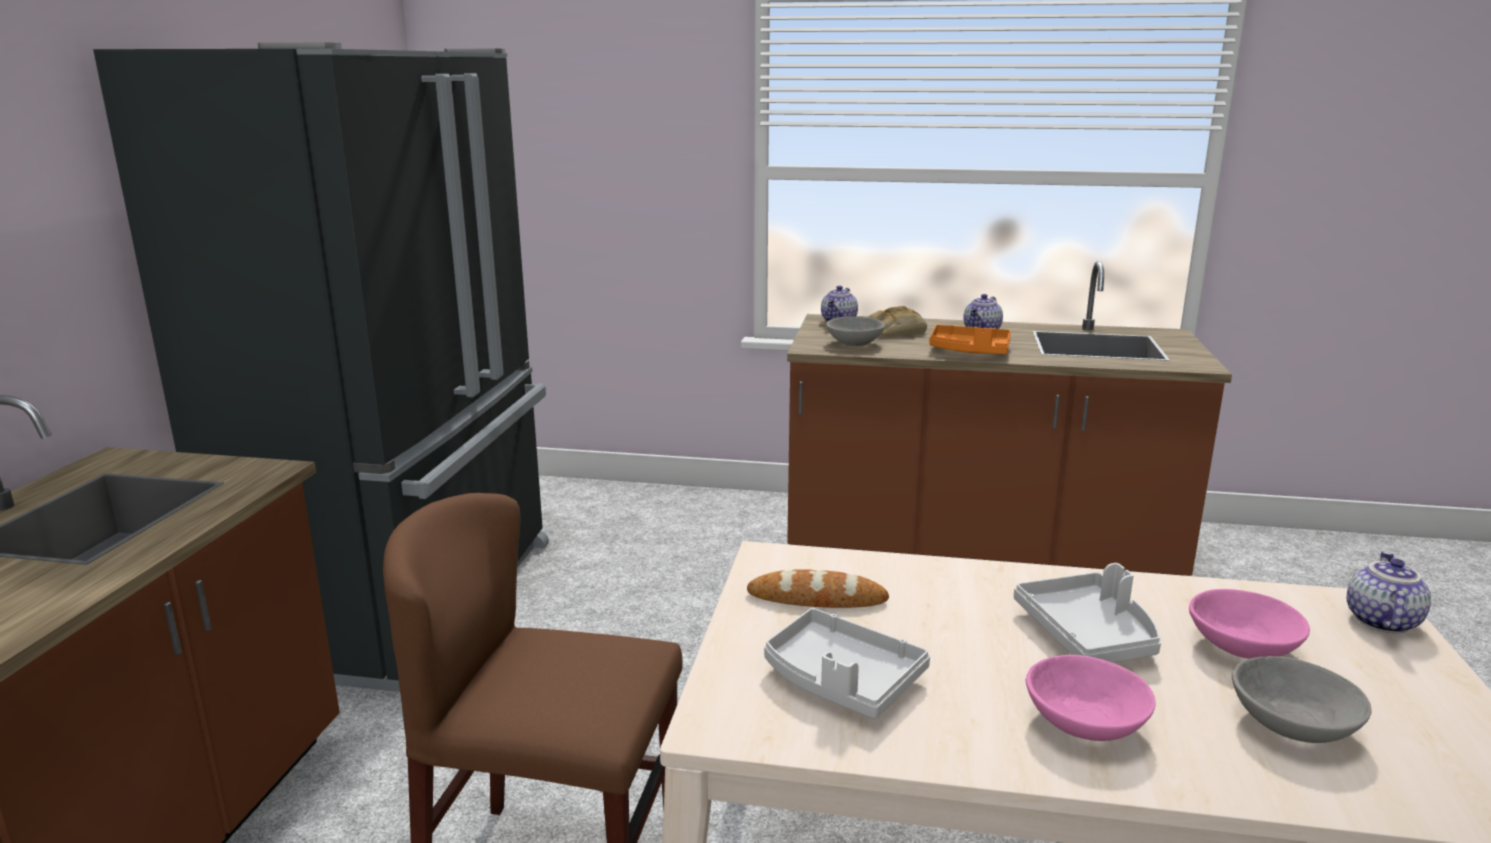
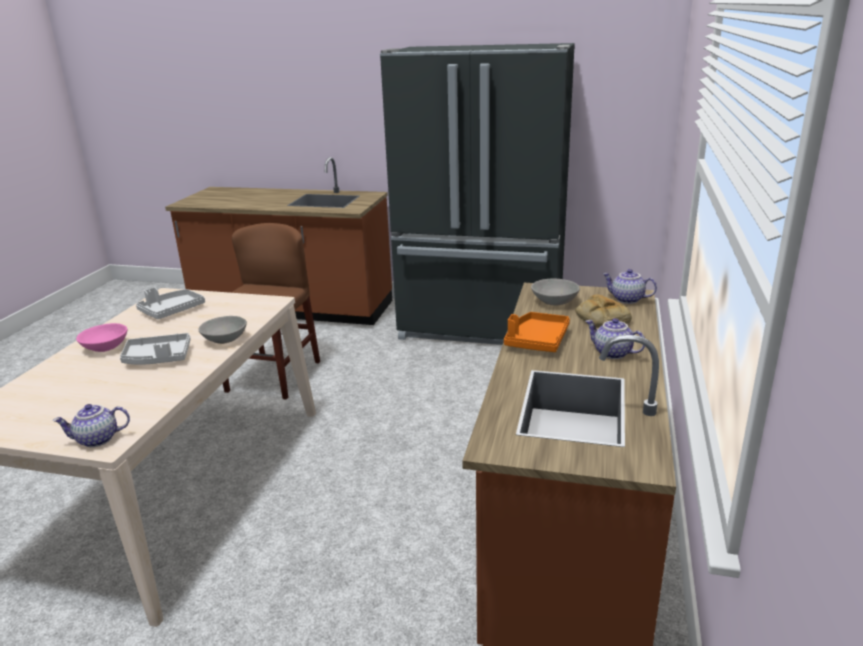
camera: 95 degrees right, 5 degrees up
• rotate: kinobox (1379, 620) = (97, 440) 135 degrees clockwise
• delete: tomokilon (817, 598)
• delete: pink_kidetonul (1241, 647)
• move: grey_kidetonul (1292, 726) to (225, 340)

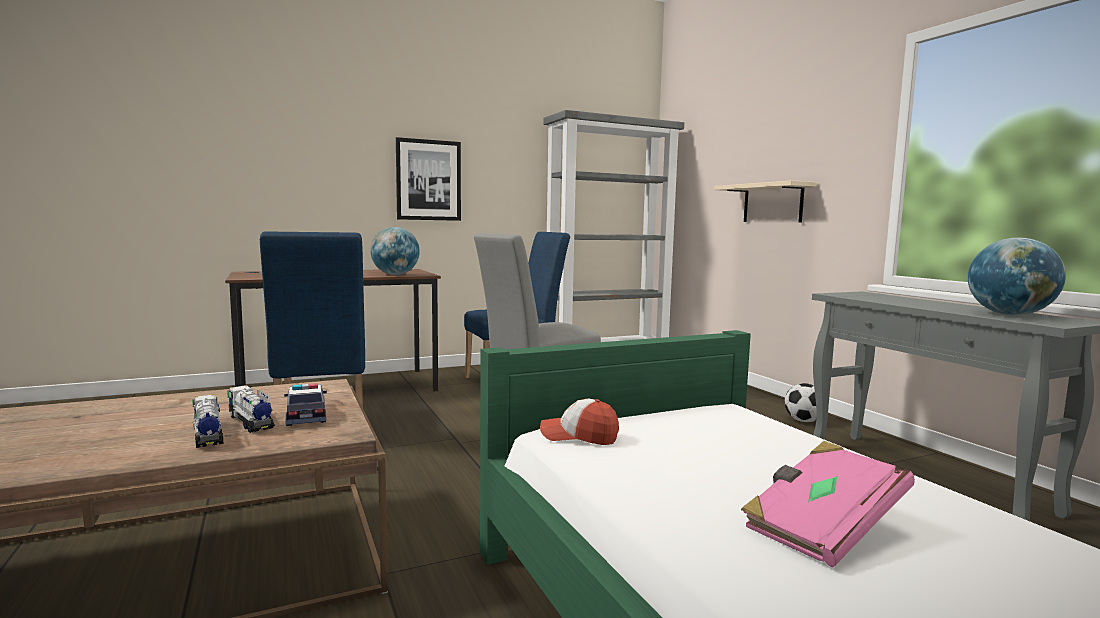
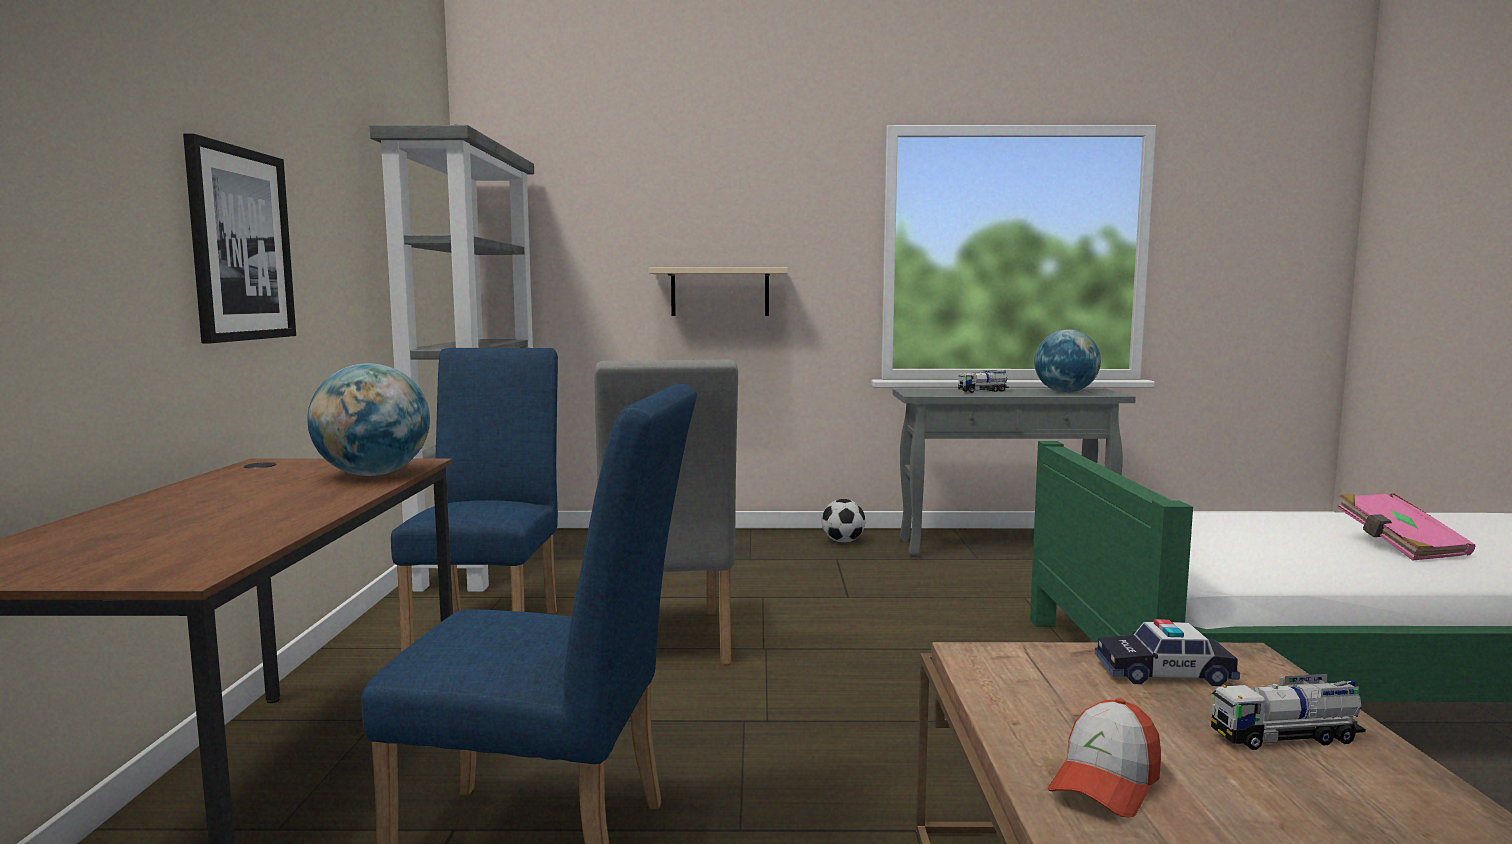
camera: 65 degrees left, 0 degrees up
• move: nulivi (251, 422) to (983, 391)
• move: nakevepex (579, 436) to (1105, 782)

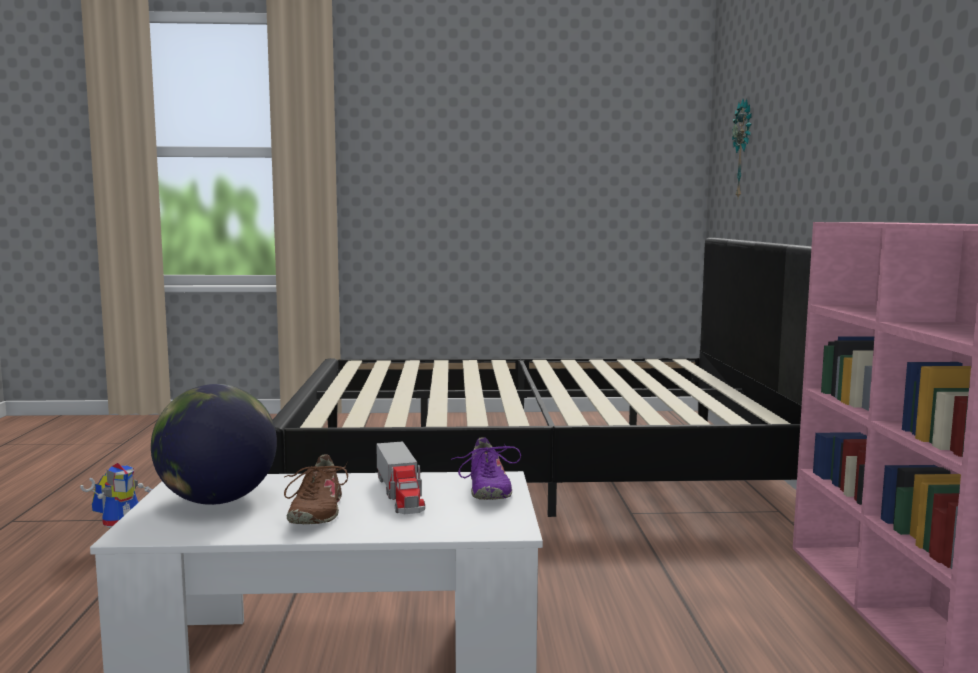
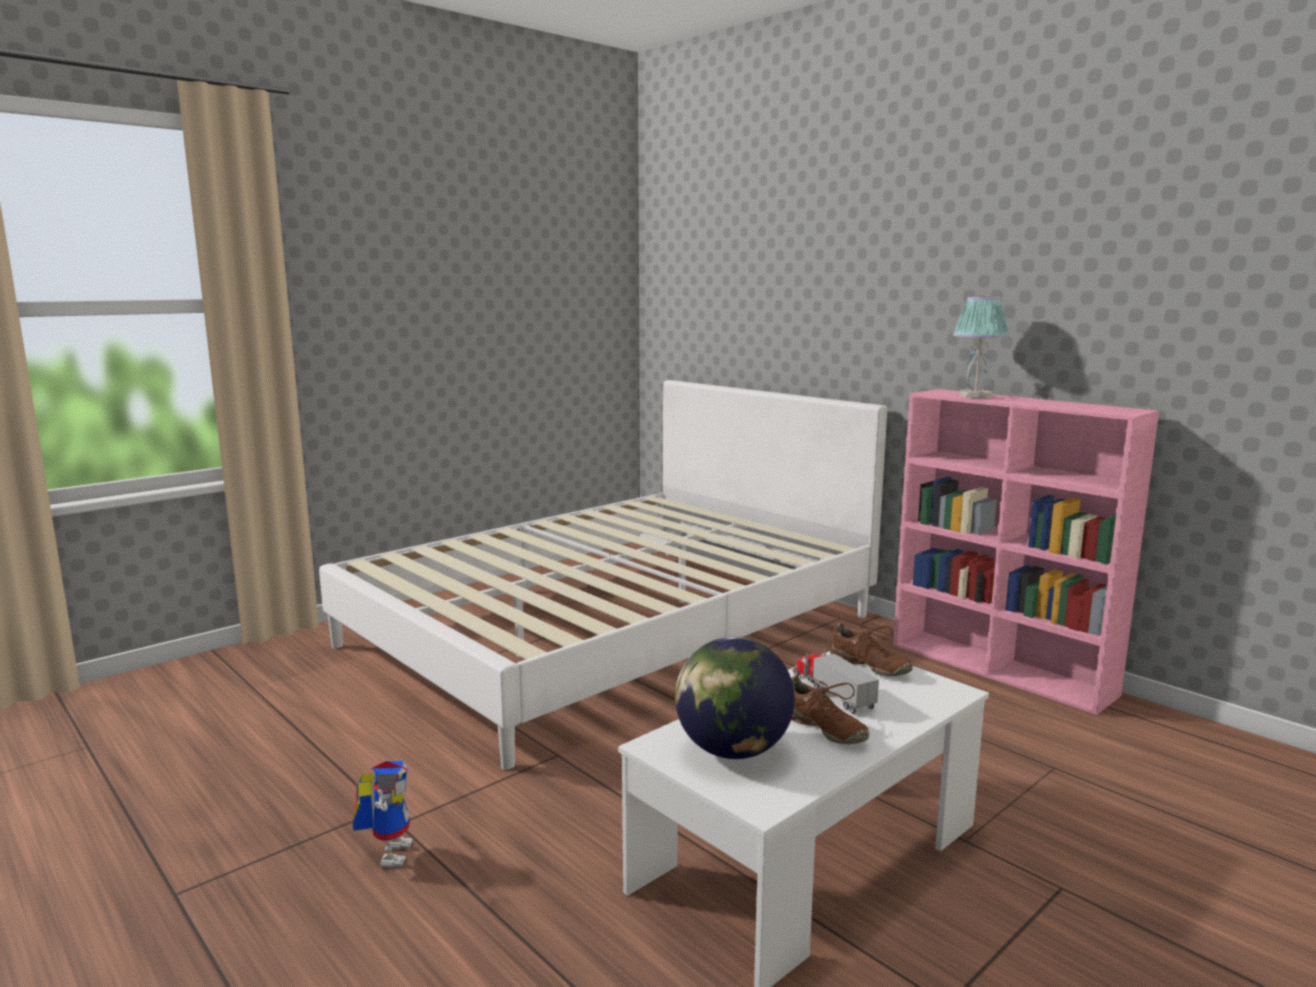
camera: 40 degrees left, 5 degrees up
• delete: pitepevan (744, 149)
• recolor: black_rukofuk (533, 465) to white_rukofuk (613, 630)
• recolor: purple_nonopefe (486, 489) to brown_nonopefe (869, 666)
• rotate: nulivi (400, 494) = (831, 691) 150 degrees counterclockwise
• insert: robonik (975, 396)

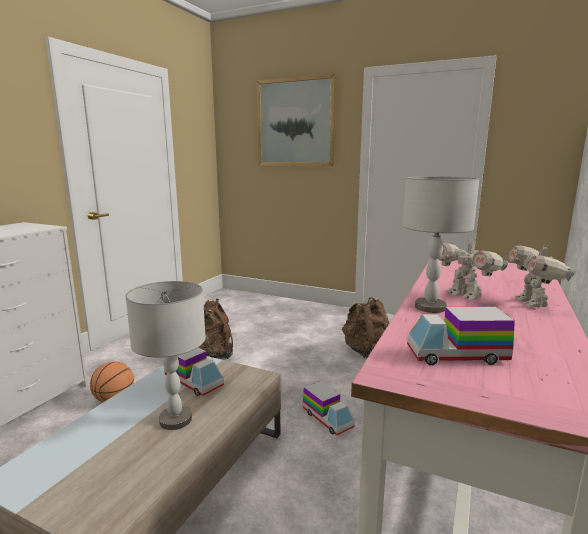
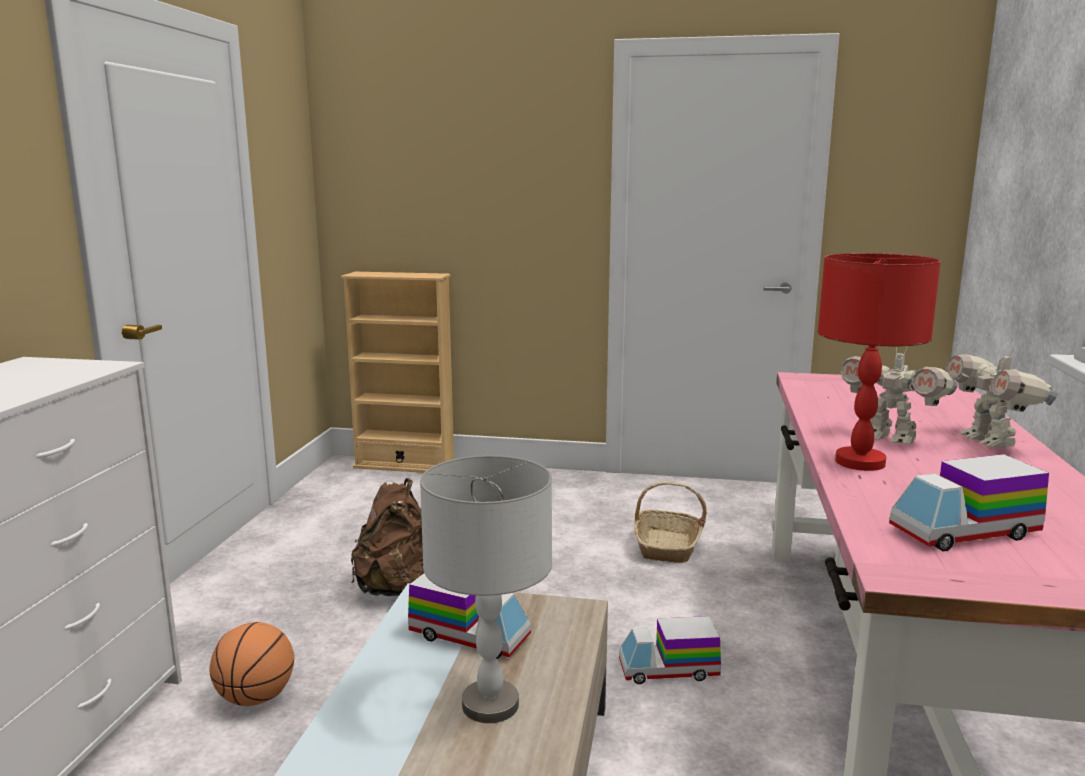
camera: 15 degrees left, 0 degrees up
• delete: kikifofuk (295, 122)
• recolor: grey_robonik (430, 307) to red_robonik (860, 462)
• replace: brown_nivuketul (366, 351) to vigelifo (667, 547)
• rotate: nulivi (327, 419) = (668, 670) 135 degrees clockwise
• insert: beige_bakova (405, 465)

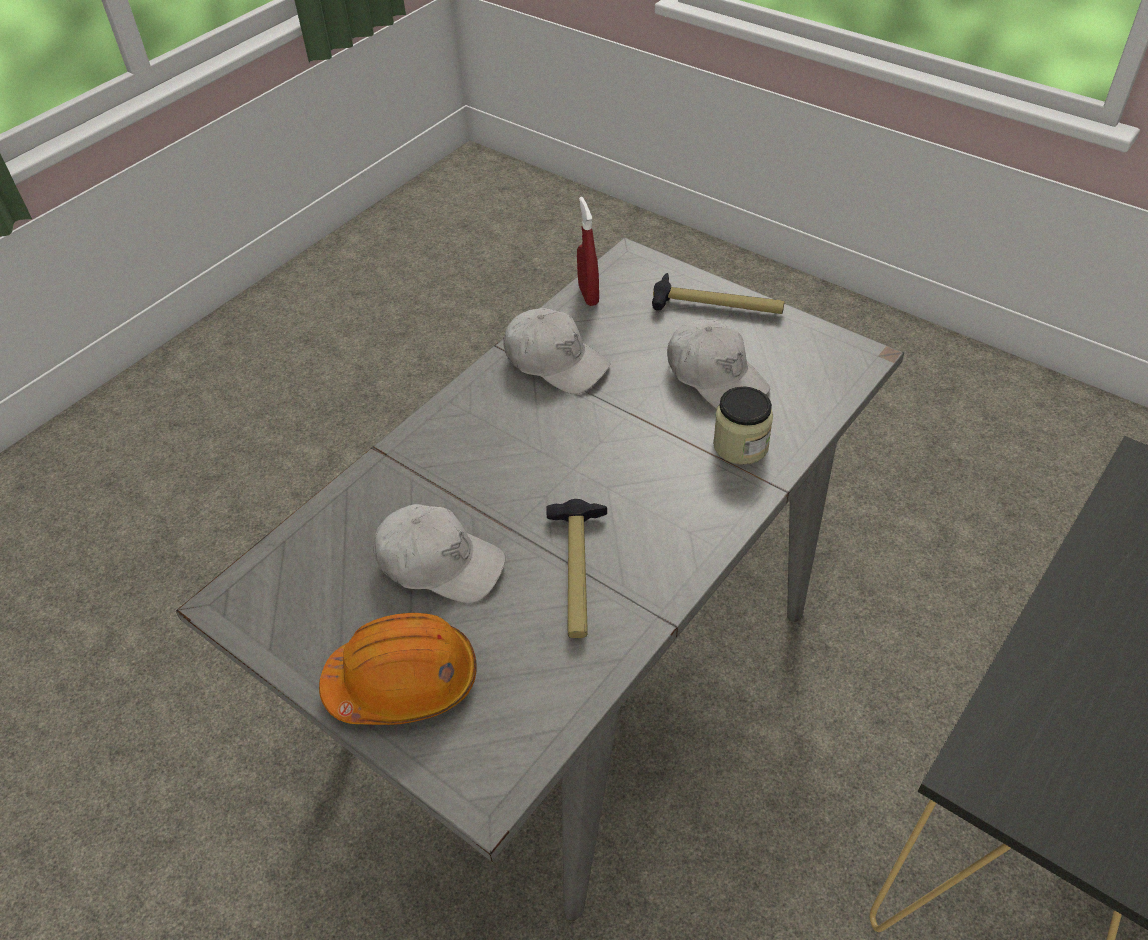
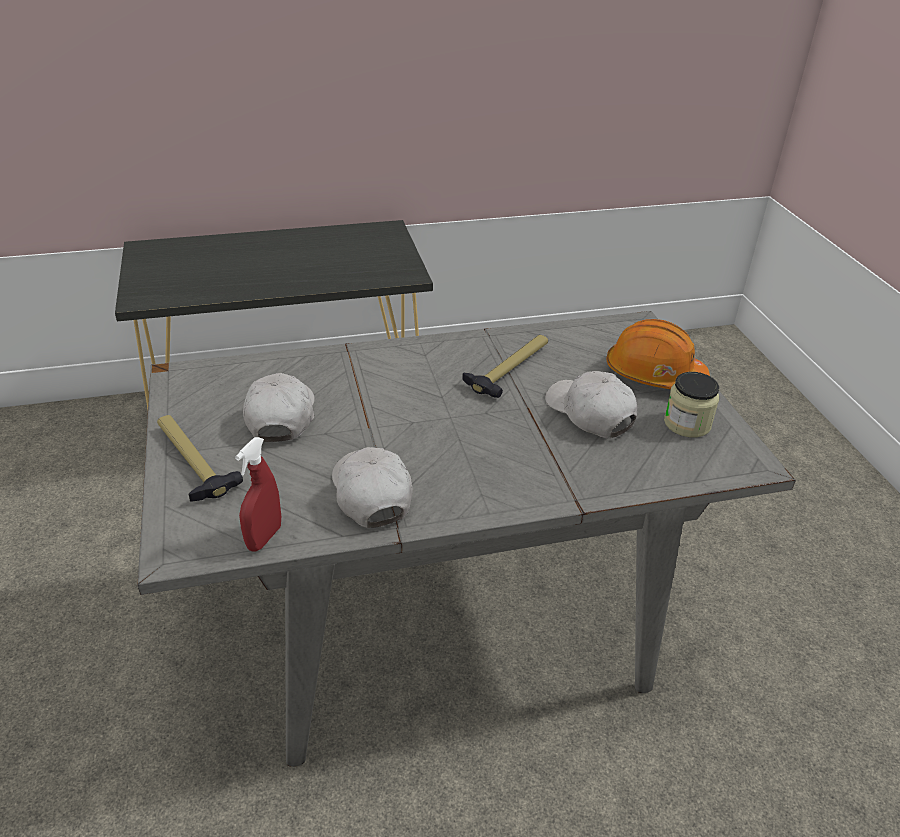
camera: 145 degrees left, 10 degrees down
• move: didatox (740, 445) to (687, 424)

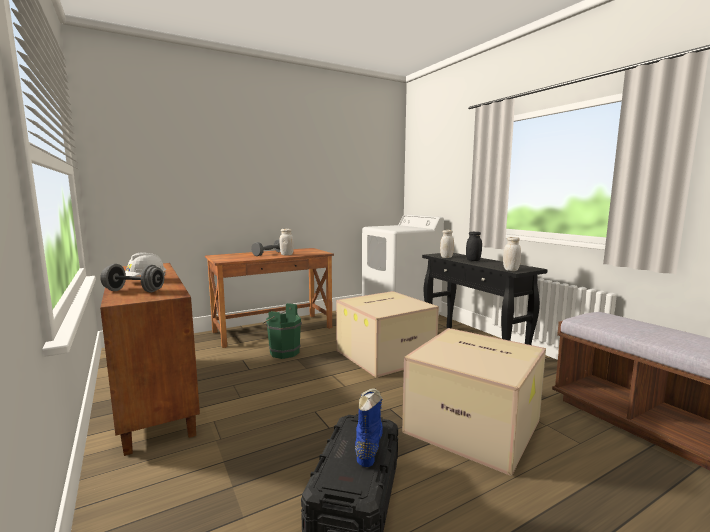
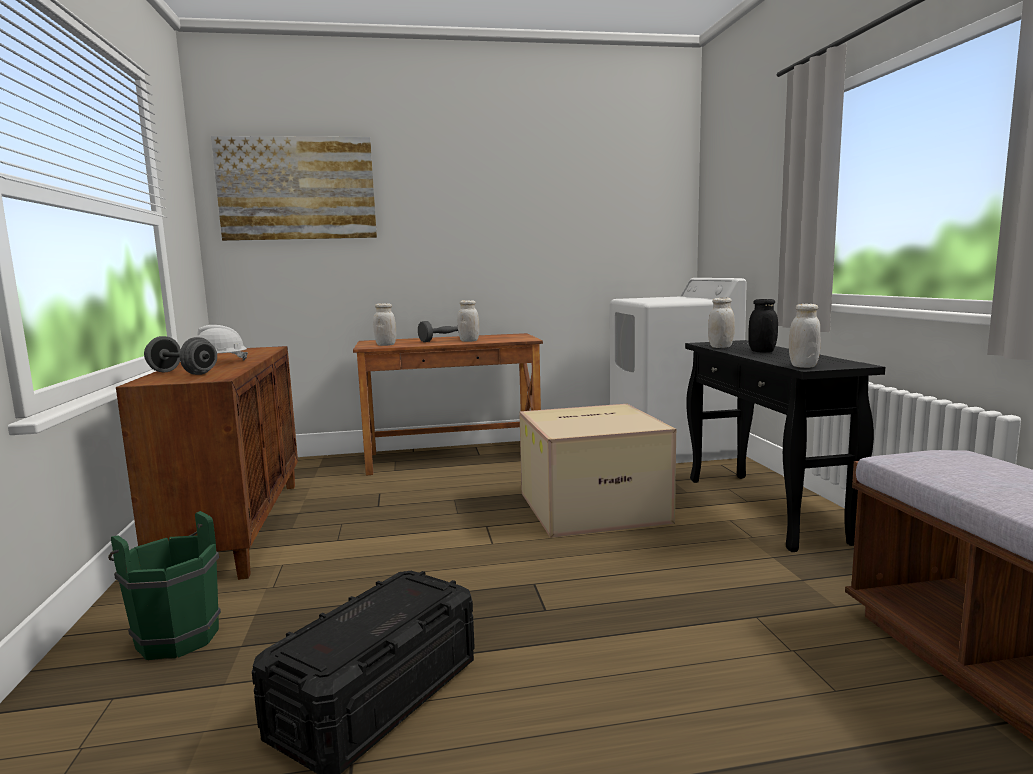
camera: 20 degrees right, 0 degrees up
• move: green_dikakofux (282, 352) to (175, 636)
• delete: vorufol (475, 425)
• delete: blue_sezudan (368, 446)
• insert: kikifofuk (297, 189)
• insert: white_didatox (386, 345)

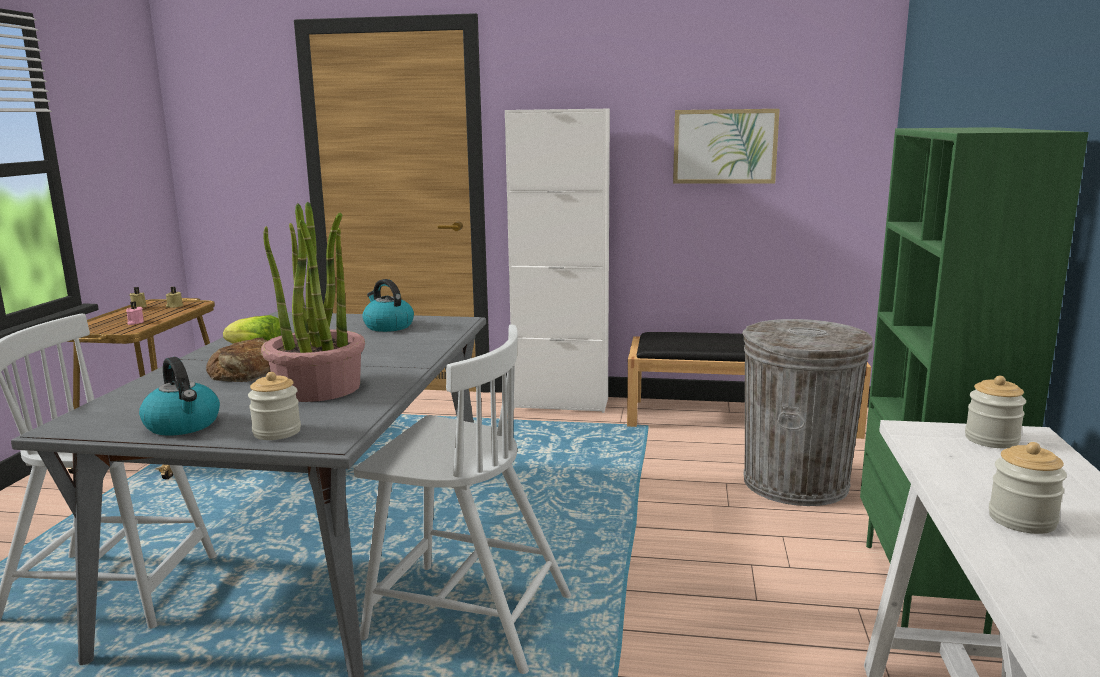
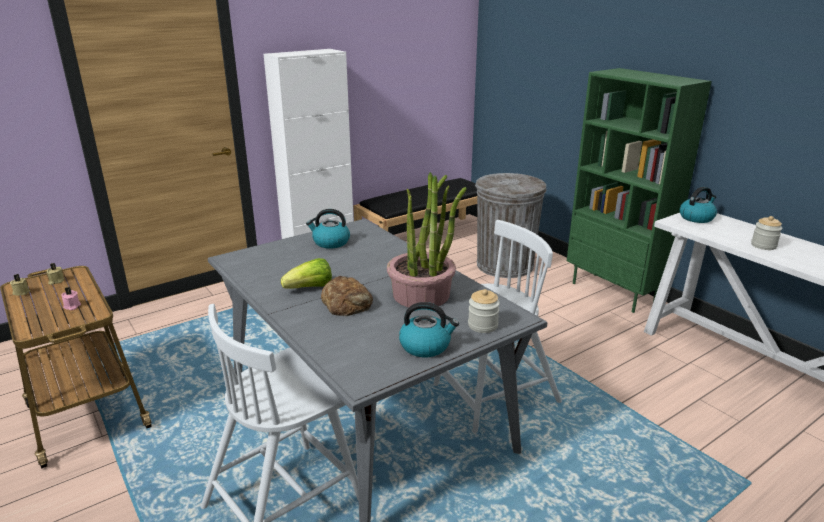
camera: 45 degrees left, 10 degrees up
• delete: kikifofuk (724, 146)
• replace: didatox (991, 439) to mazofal (696, 218)

